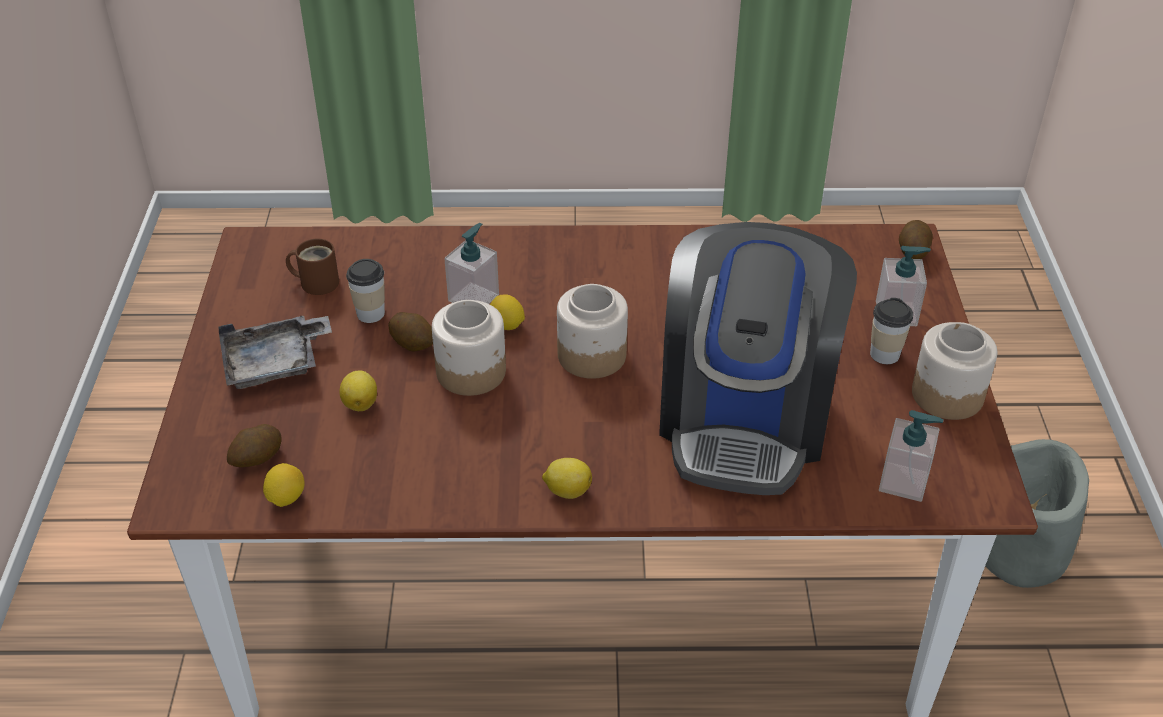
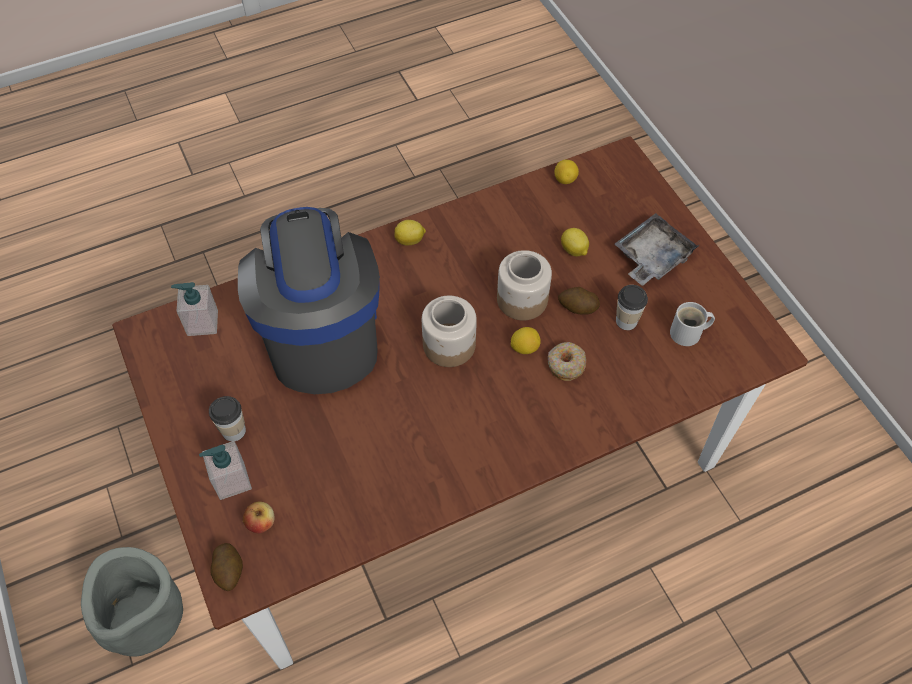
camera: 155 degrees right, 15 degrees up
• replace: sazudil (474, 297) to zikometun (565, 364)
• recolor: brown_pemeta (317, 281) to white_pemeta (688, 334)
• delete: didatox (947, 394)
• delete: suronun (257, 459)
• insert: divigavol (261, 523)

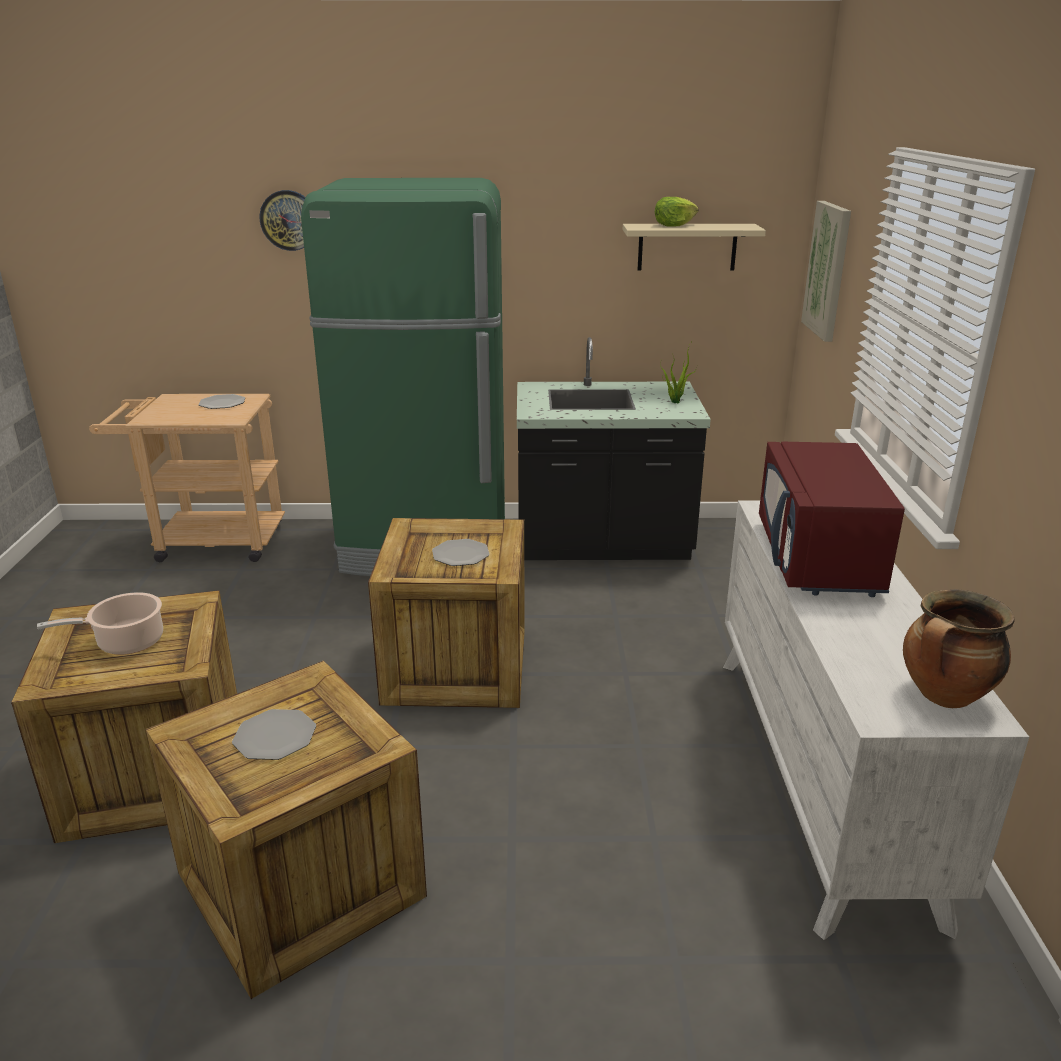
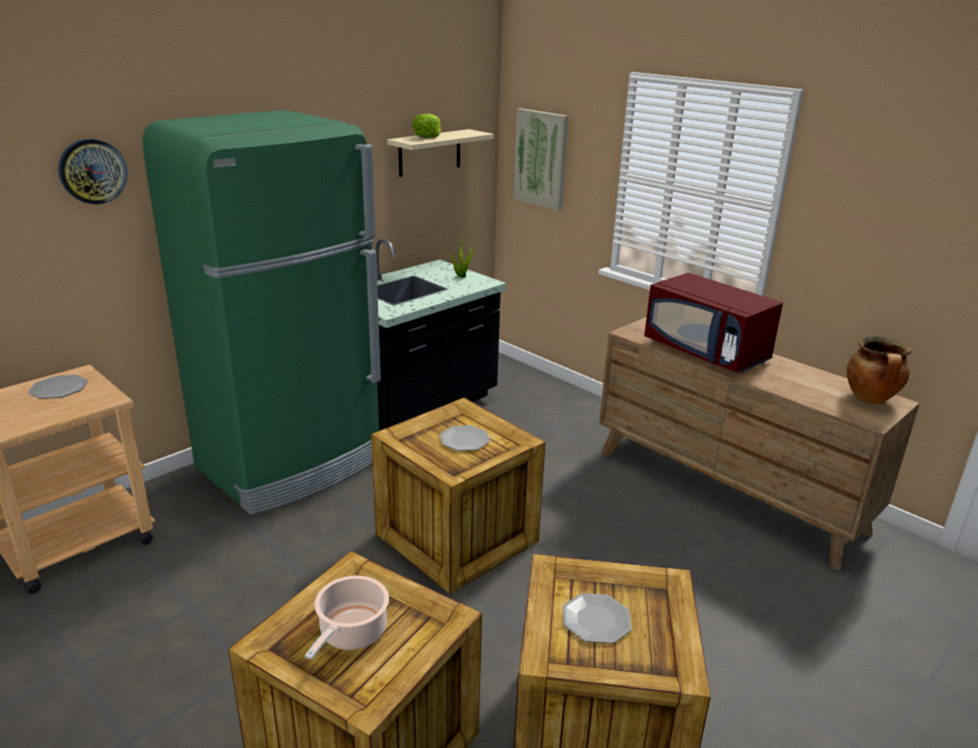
camera: 45 degrees left, 0 degrees up
• recolor: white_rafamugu (820, 775) to brown_rafamugu (727, 490)

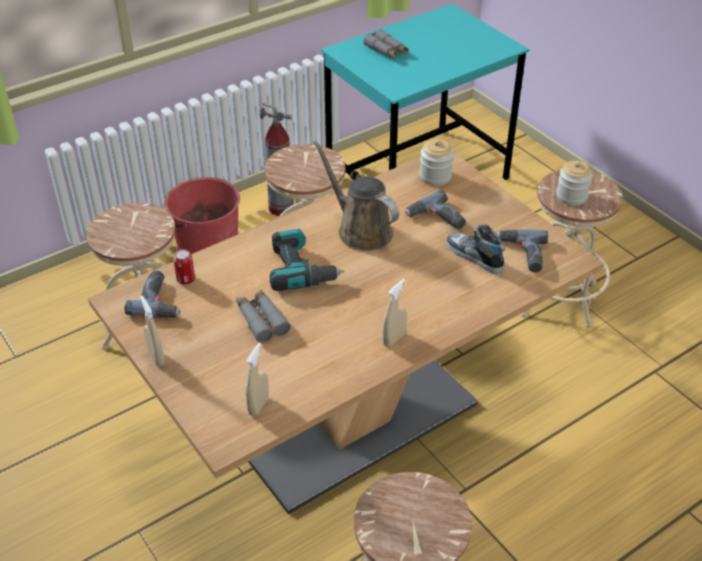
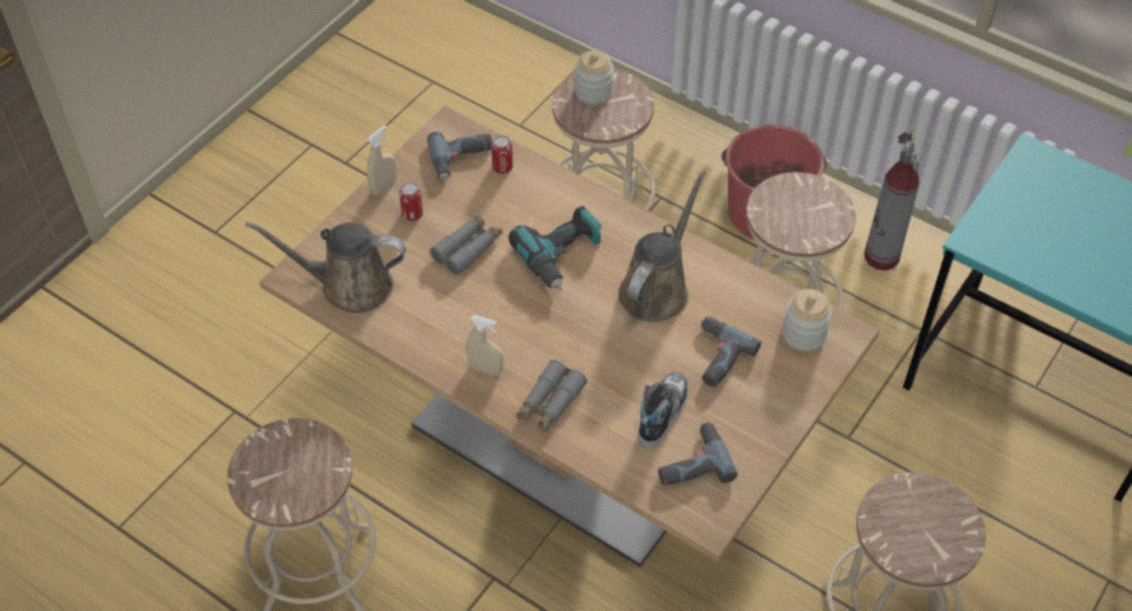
camera: 70 degrees right, 10 degrees up
• move: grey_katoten (386, 50) to (550, 402)
• move: didatox (571, 196) to (593, 92)
• replace: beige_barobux (258, 406) to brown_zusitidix (349, 286)
• insert: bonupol (412, 214)

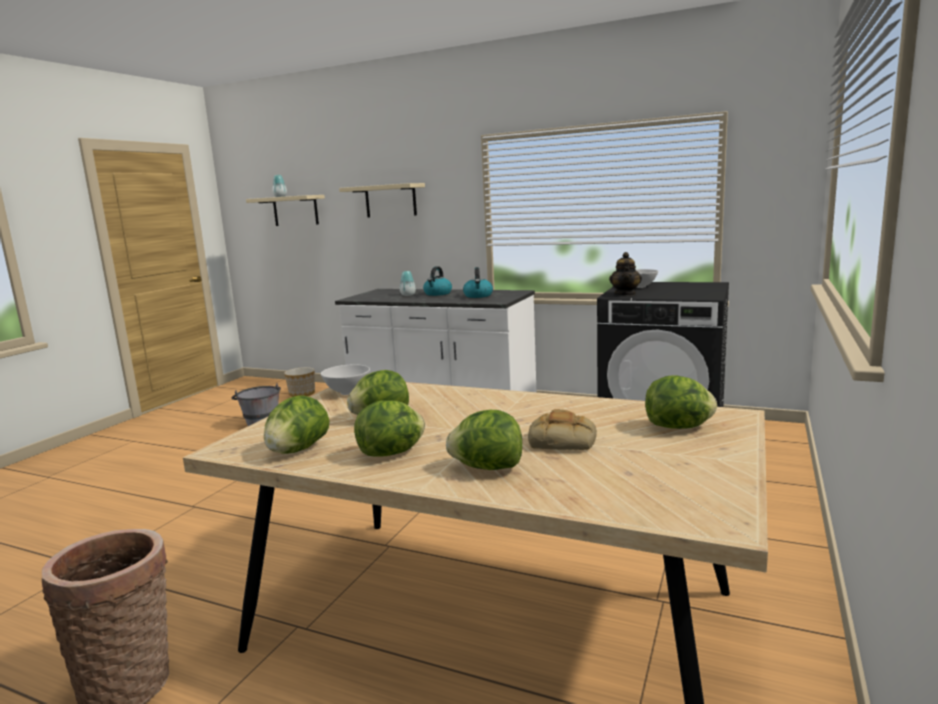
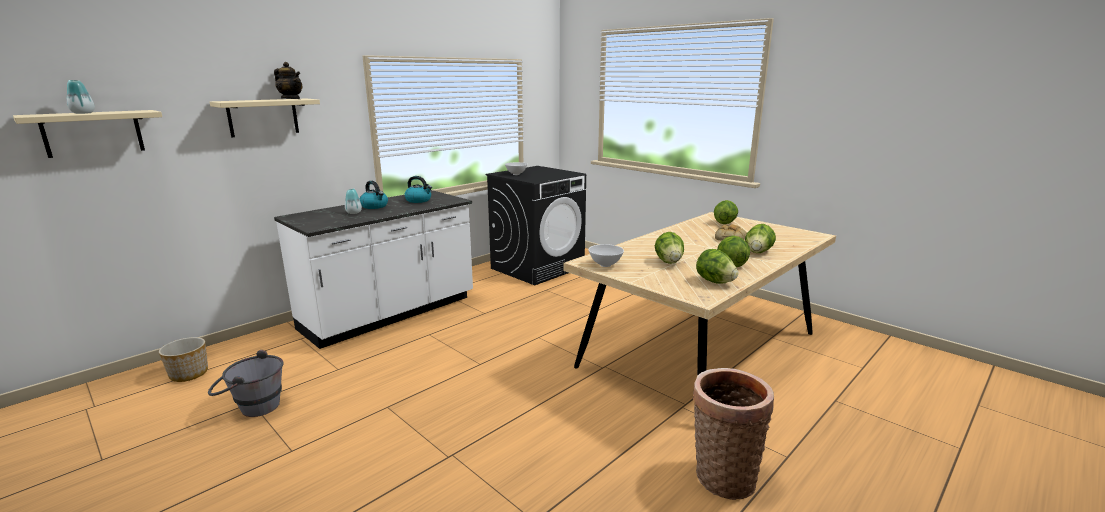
camera: 70 degrees left, 5 degrees up
• move: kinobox (625, 294) to (291, 99)

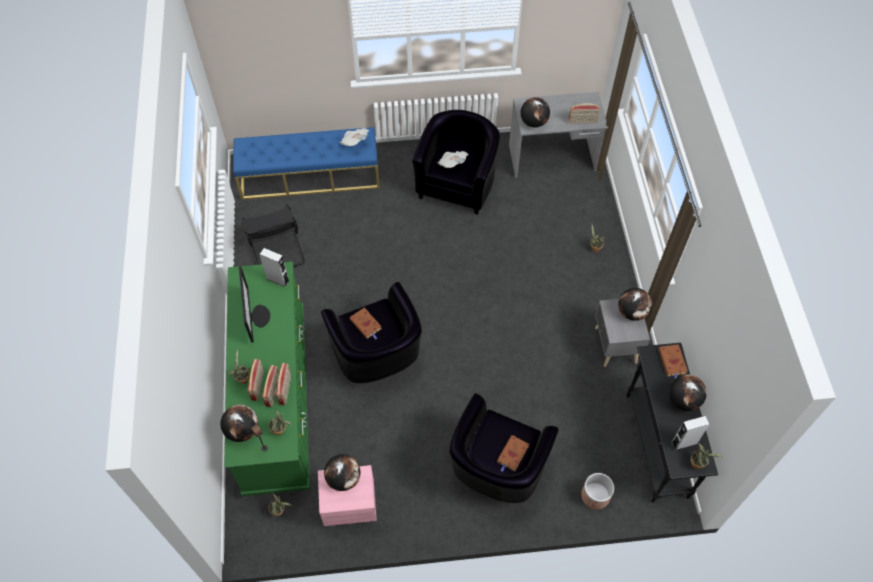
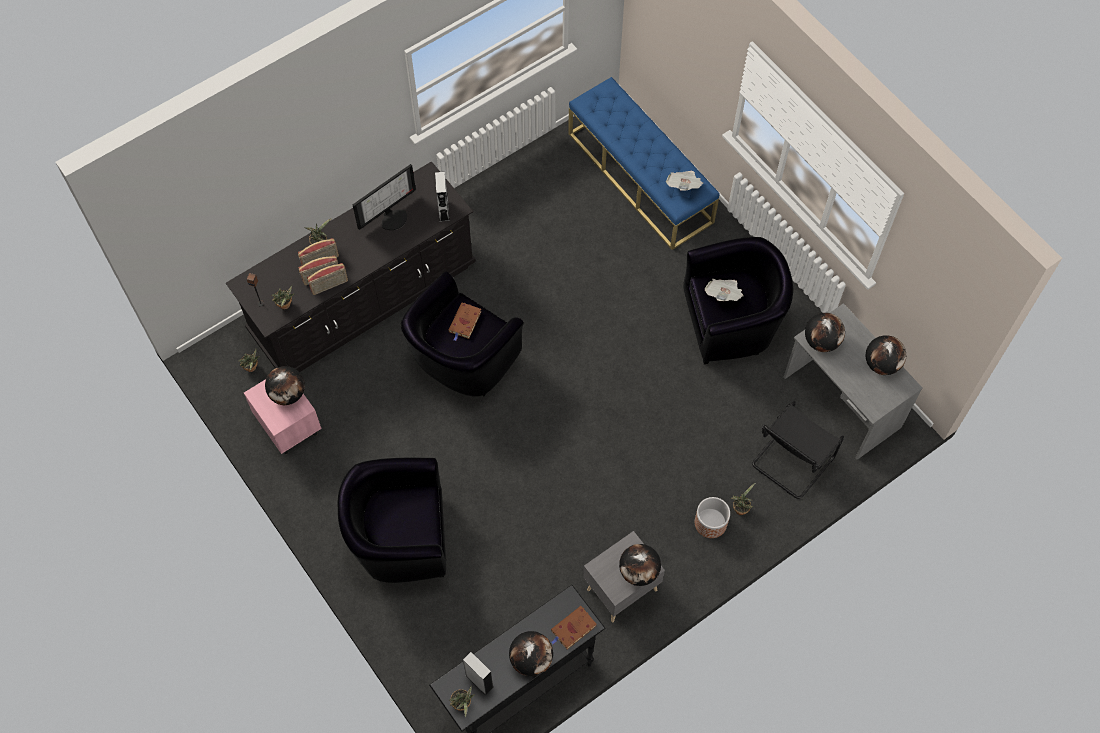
camera: 60 degrees right, 5 degrees up
• delete: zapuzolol (582, 121)
• move: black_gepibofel (277, 253) to (790, 463)
• recolor: green_rafamugu (276, 398) to black_rafamugu (363, 298)
• move: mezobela (242, 430) to (881, 364)
• delete: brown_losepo (512, 455)
• move: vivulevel (595, 495) to (711, 523)

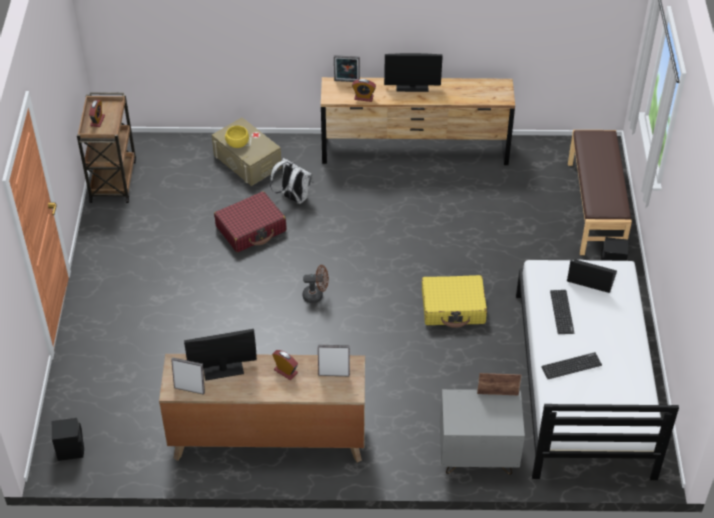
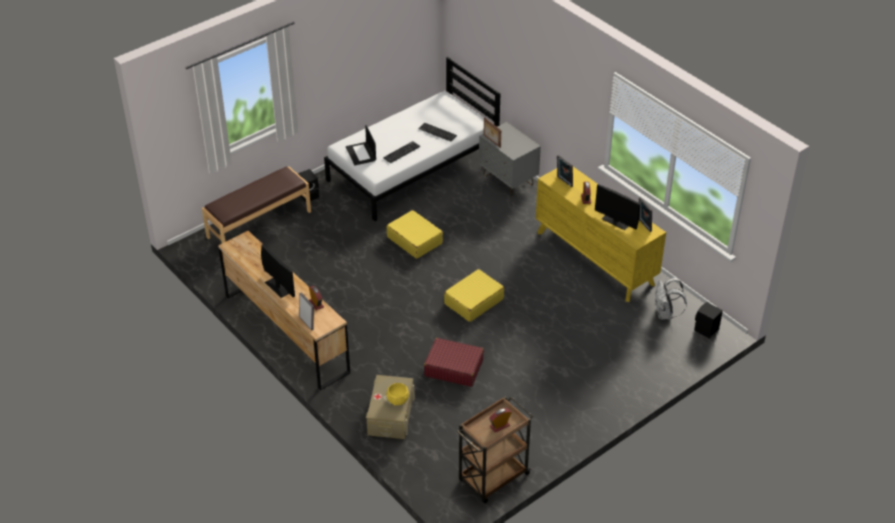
camera: 130 degrees left, 5 degrees down
• move: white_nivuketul (293, 198) to (665, 314)
• replace: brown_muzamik (316, 295) to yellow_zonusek (473, 301)
• recolor: brown_rafamugu (268, 438) to yellow_rafamugu (595, 258)

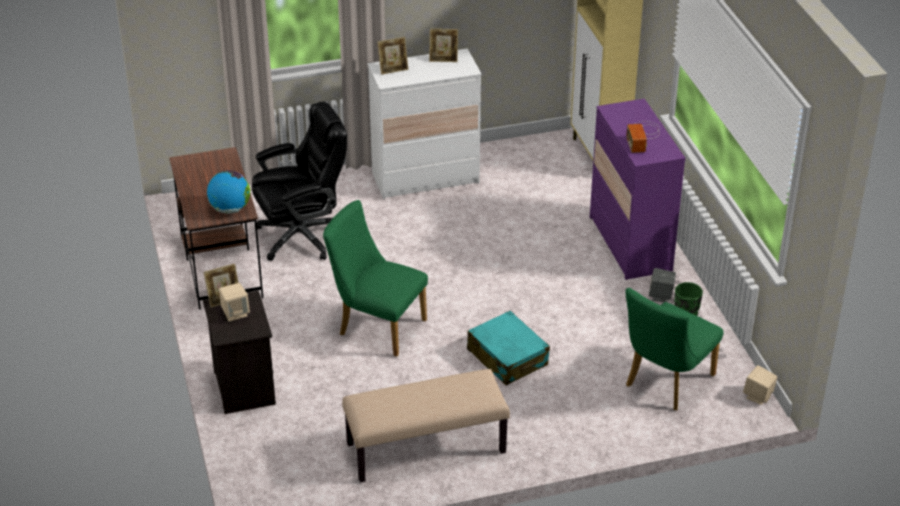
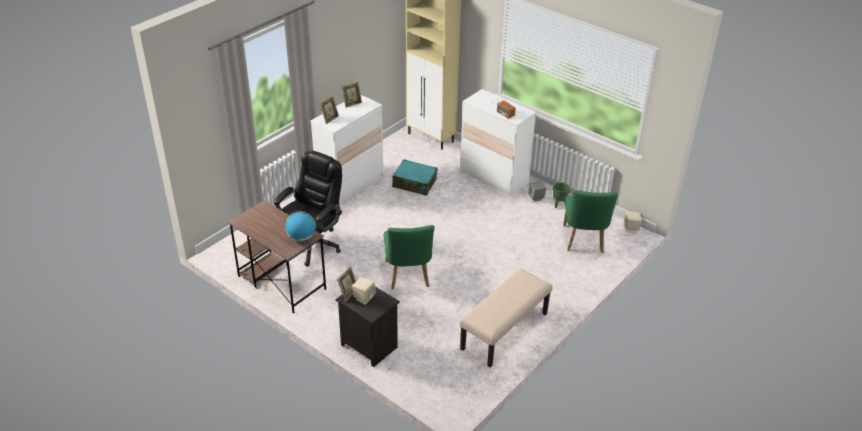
camera: 35 degrees left, 0 degrees up
• recolor: purple_rafamugu (630, 244) to white_rafamugu (493, 177)
• rotate: green_gepibofel (376, 326) = (408, 277) 90 degrees counterclockwise
• move: turquoise_zonusek (507, 357) to (414, 183)

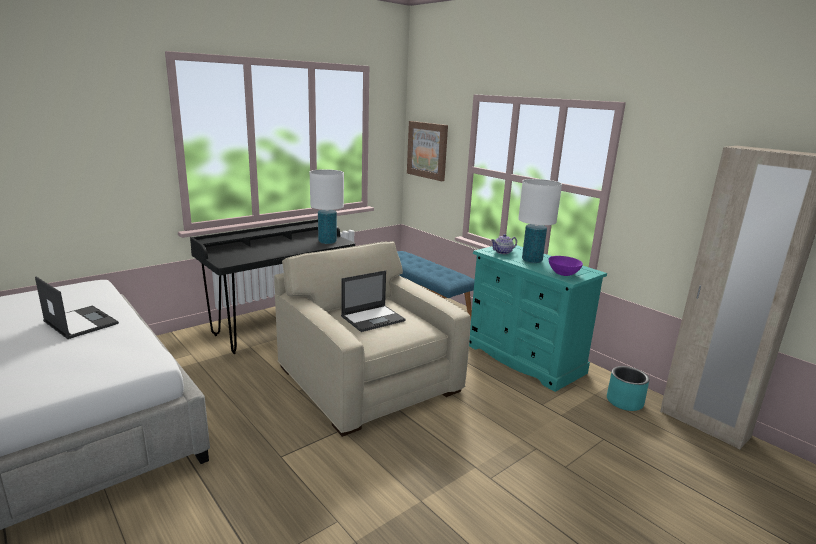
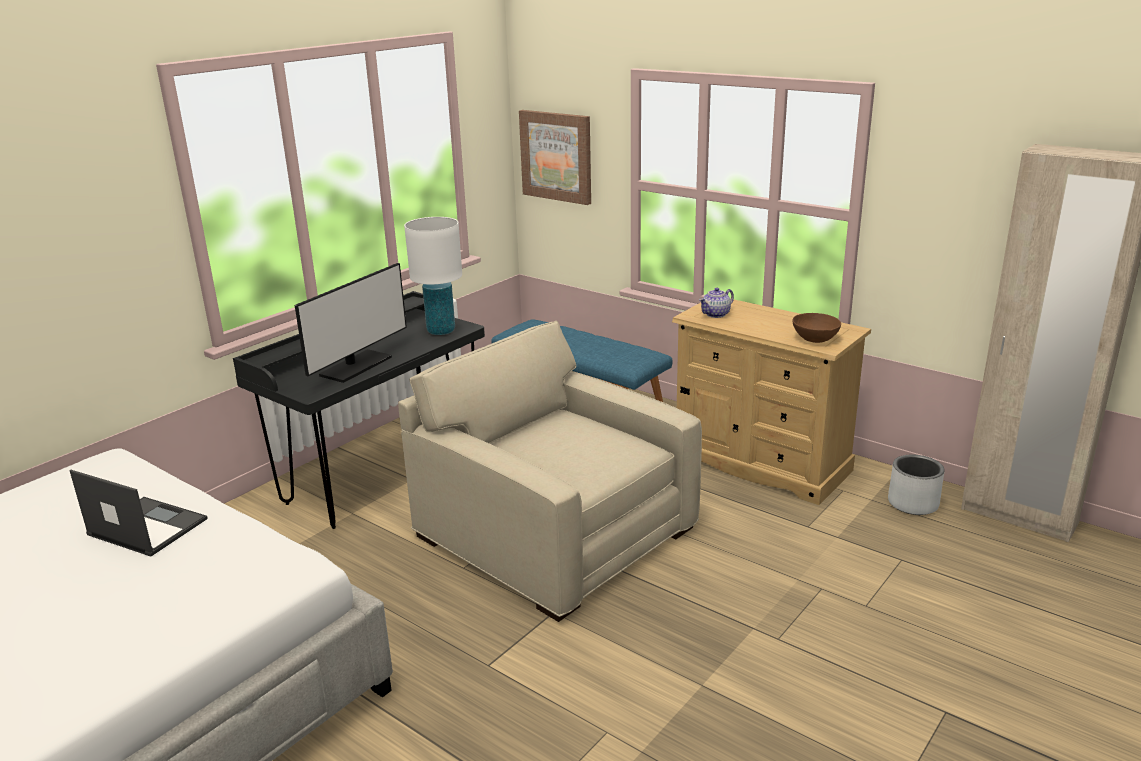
camera: 10 degrees left, 5 degrees up
• delete: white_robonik (532, 260)
• recolor: turquoise_rafamugu (524, 358) to beige_rafamugu (760, 463)
• recolor: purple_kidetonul (563, 273) to brown_kidetonul (815, 339)
• delete: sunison (373, 318)
• recolor: turquoise_vivulevel (625, 402) to grey_vivulevel (913, 503)
• insert: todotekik (356, 366)

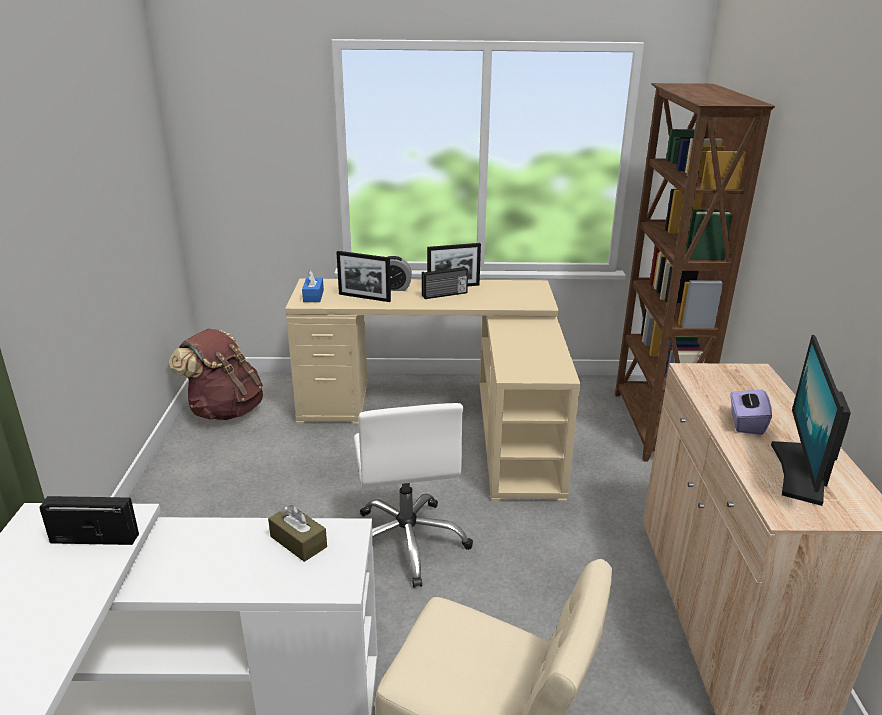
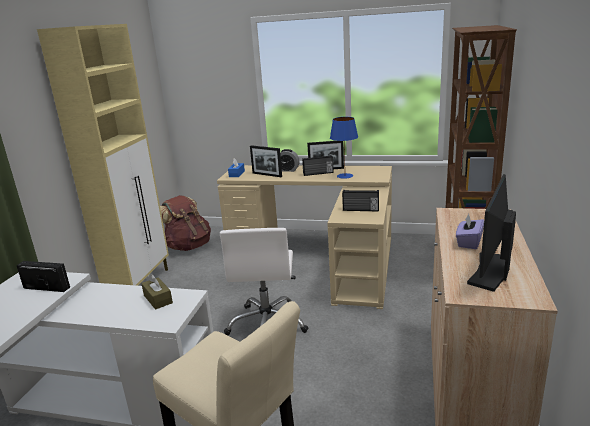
camera: 15 degrees right, 5 degrees down
• insert: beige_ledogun (140, 284)
• insert: blue_robonik (345, 176)
• insert: zapuzolol (360, 210)

